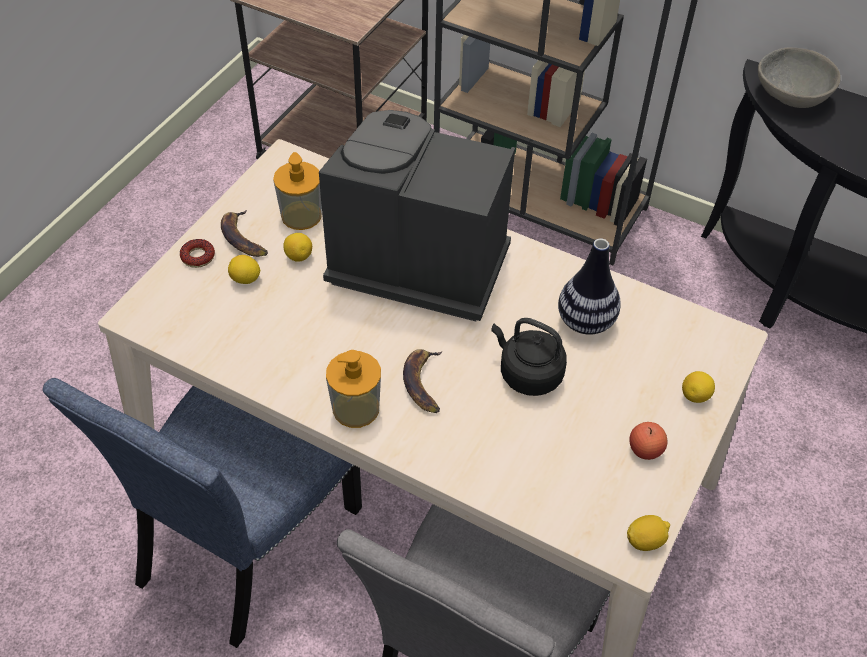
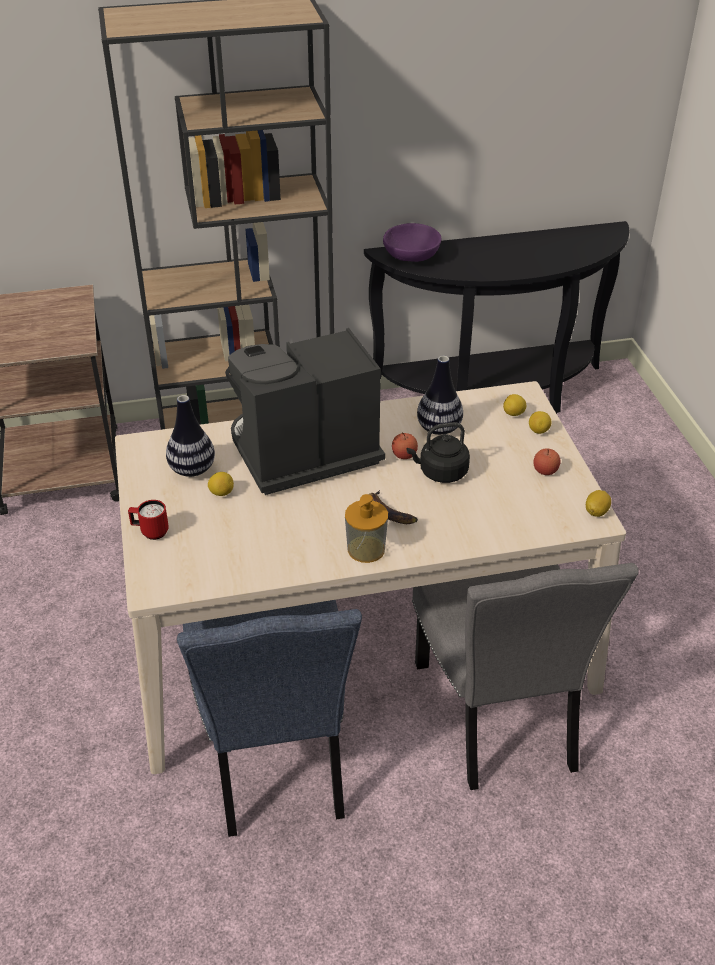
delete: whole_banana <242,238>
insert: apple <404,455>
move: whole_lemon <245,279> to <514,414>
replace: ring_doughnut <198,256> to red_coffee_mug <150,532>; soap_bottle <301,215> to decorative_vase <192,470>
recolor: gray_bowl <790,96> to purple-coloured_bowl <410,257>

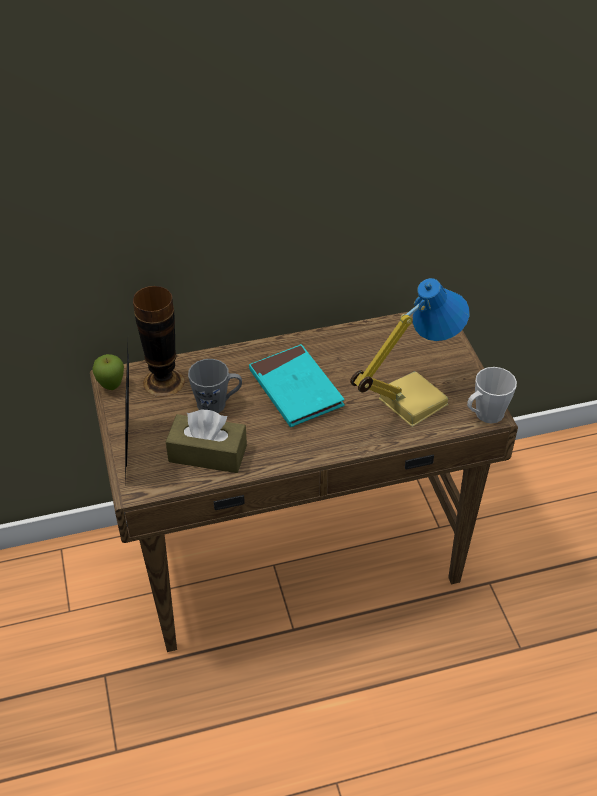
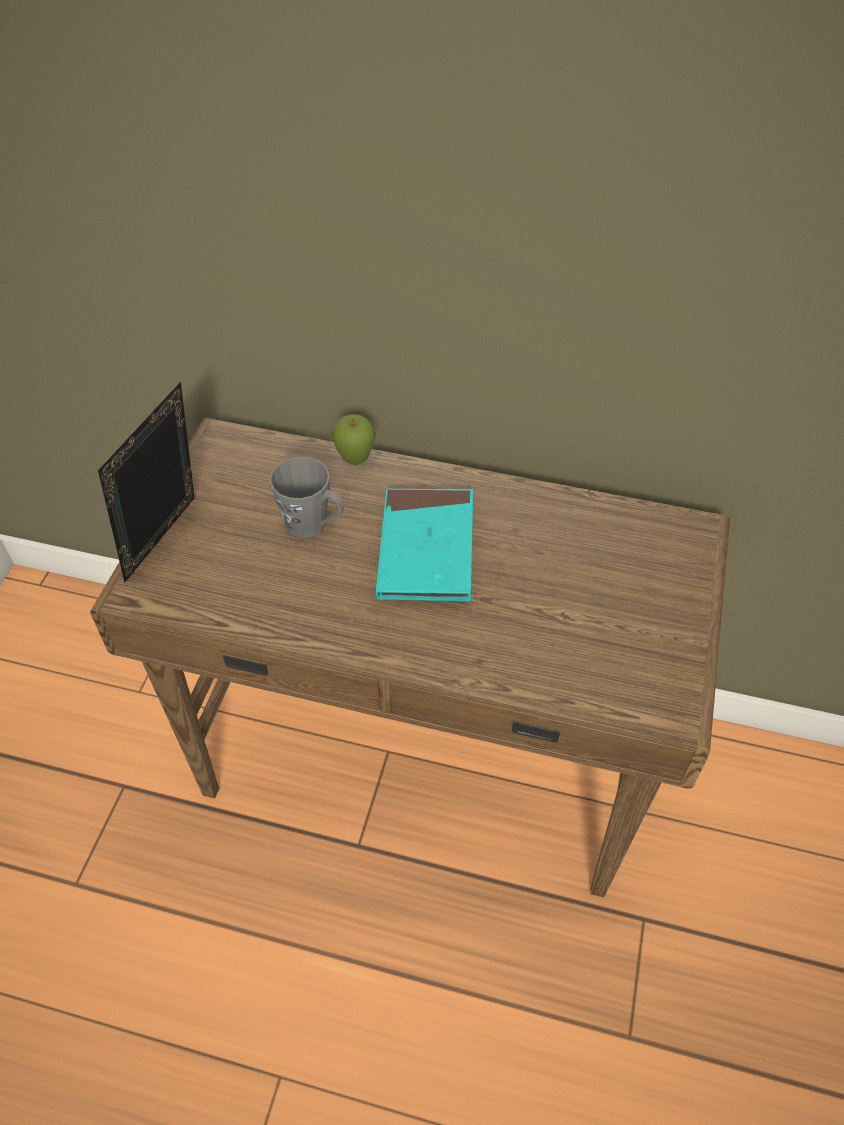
delete: decorative_vase <164,382>; brownish_tissue_box <208,453>; table_lamp <410,400>; gray_coffee_mug <485,415>
move: apple <111,387> to <355,461>

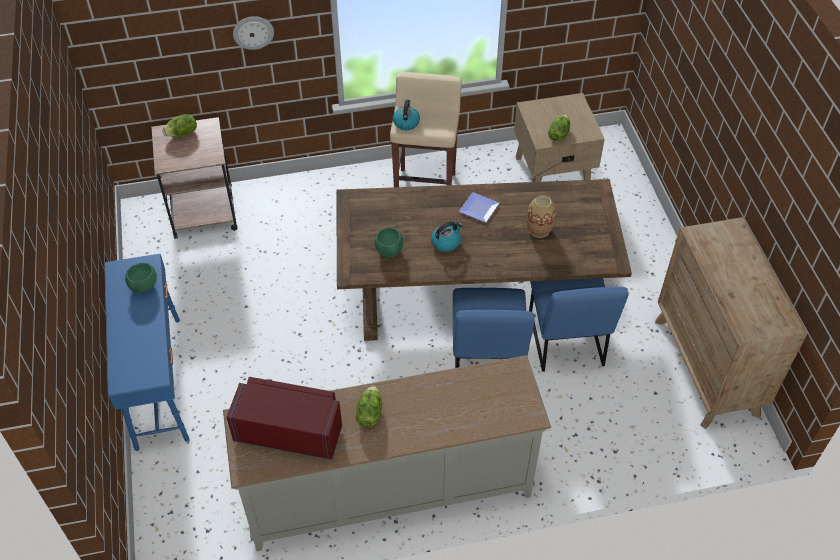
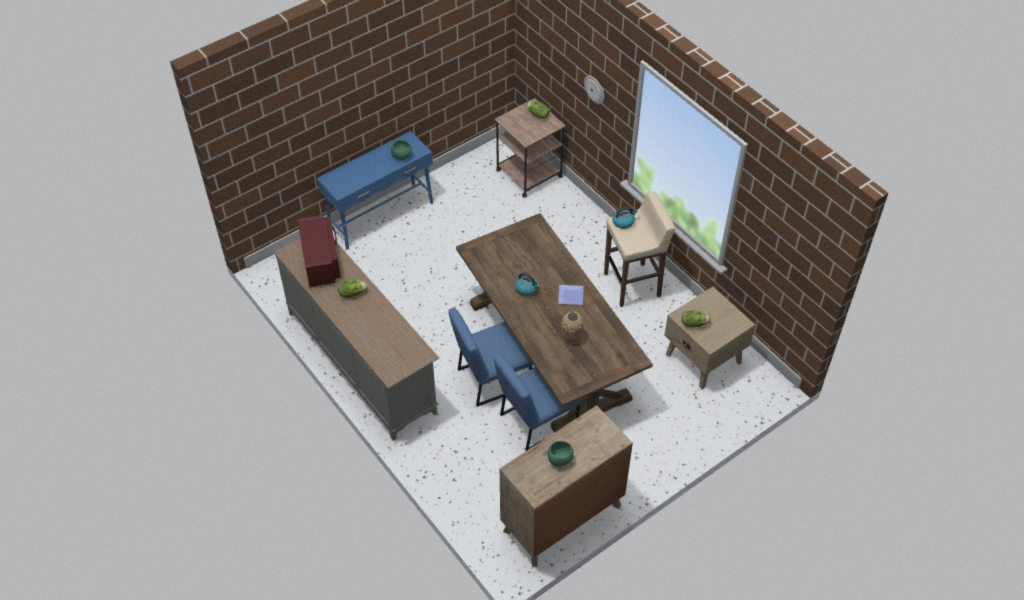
move: greenish_bowl <389,251> to <559,460>

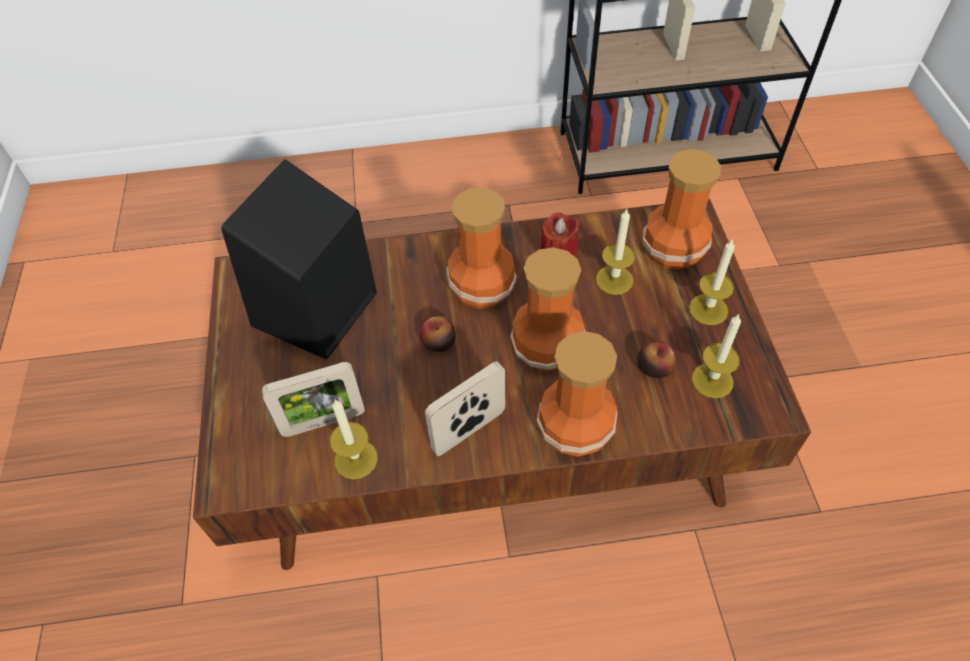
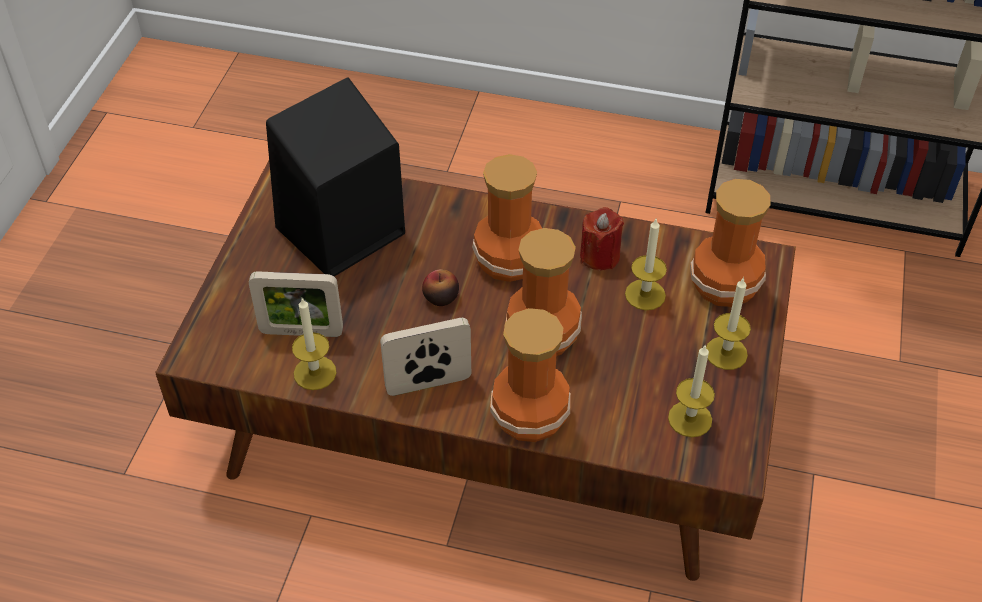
delete: apple <654,367>

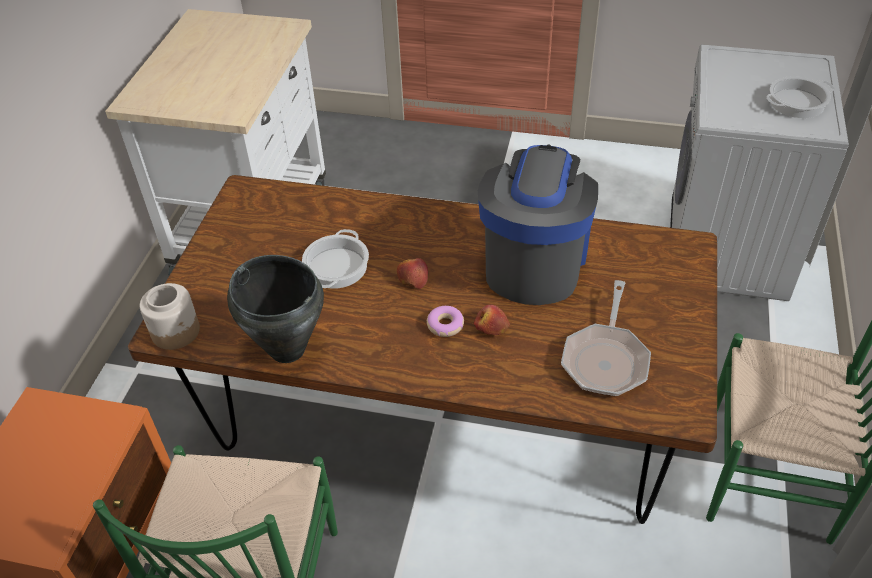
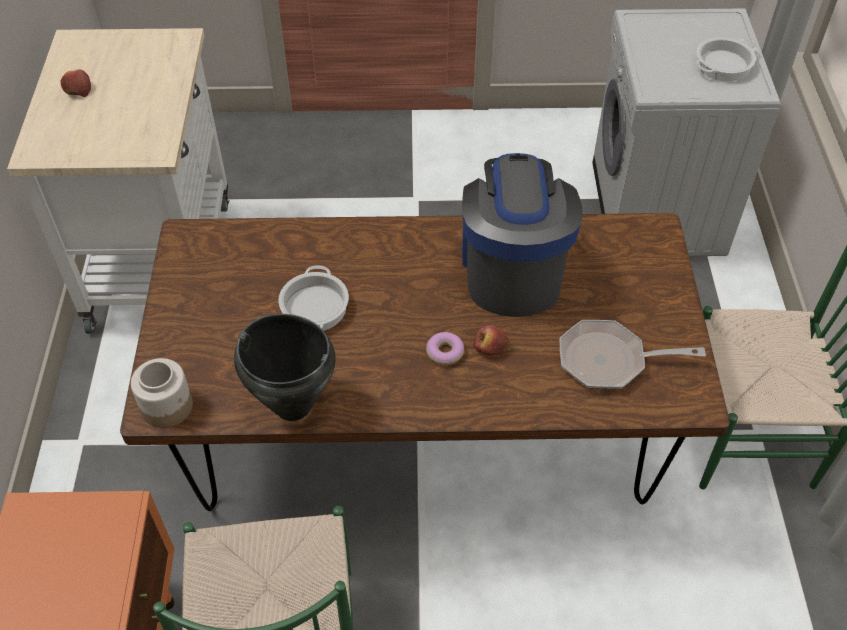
move: apple <412,278> to <77,89>
rotate: pan <606,359> = <609,361> 90 degrees clockwise

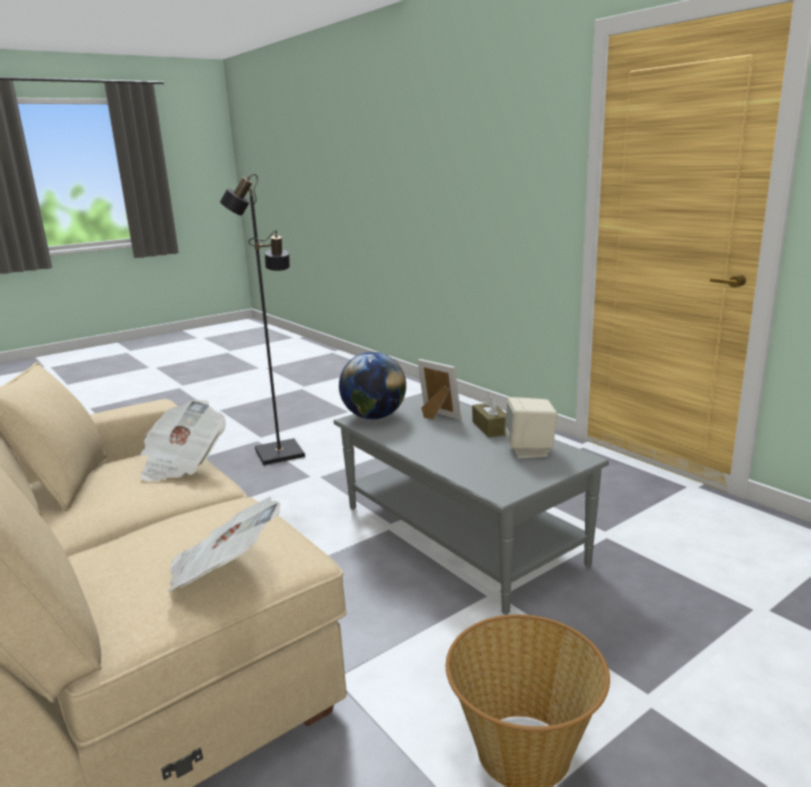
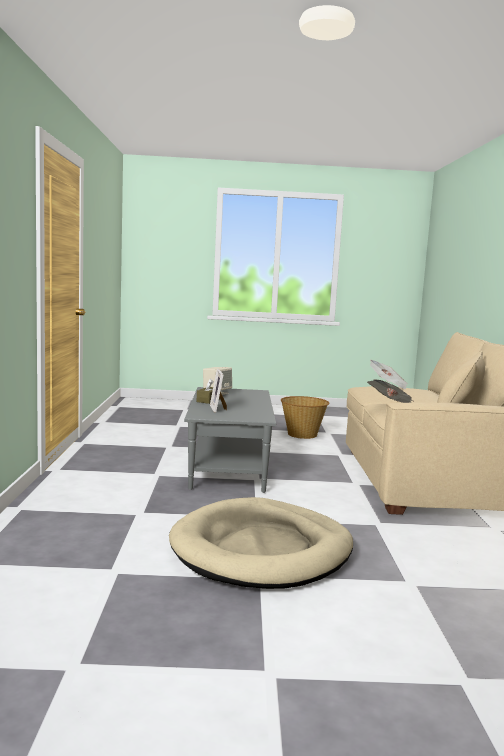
delete: globe <374,417>
replace: blackish_standard_lamp <280,453> to beige_pet_bed <262,550>

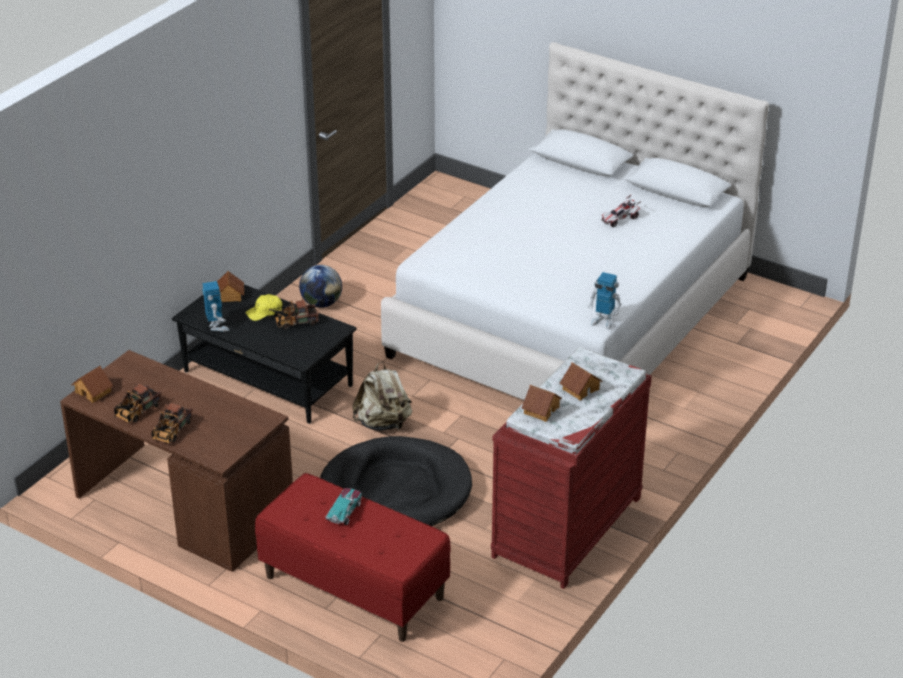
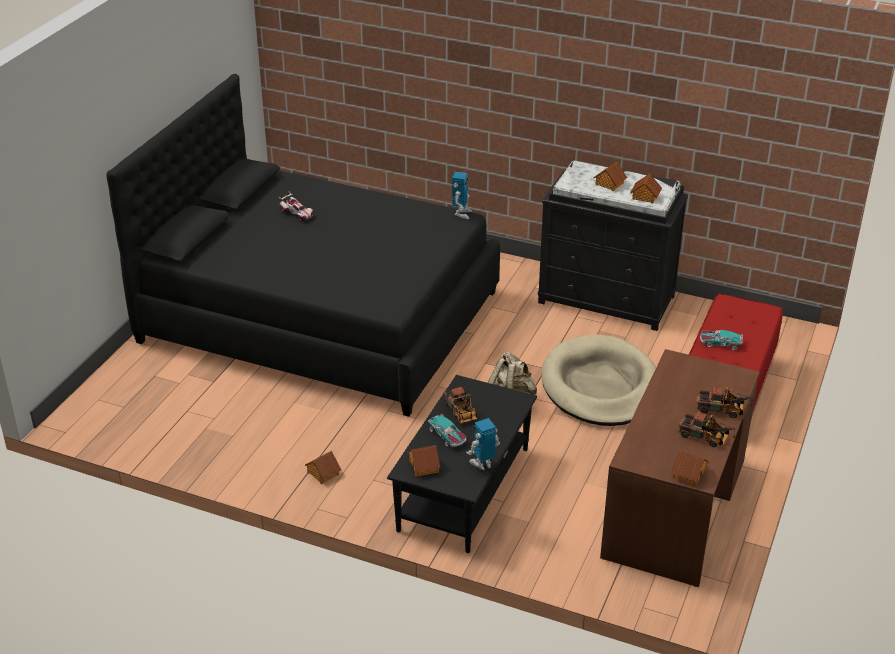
replace: yellowish_baseball_cap <264,312> to toy_car <447,436>; globe <321,304> to model_house <322,473>
recolor: blackish_pet_bed <395,491> to beige_pet_bed <600,386>; white-coloured_bedroom_bed <572,316> to blackish_bedroom_bed <320,316>; red_dresser <567,527> to blackish_dresser <607,300>

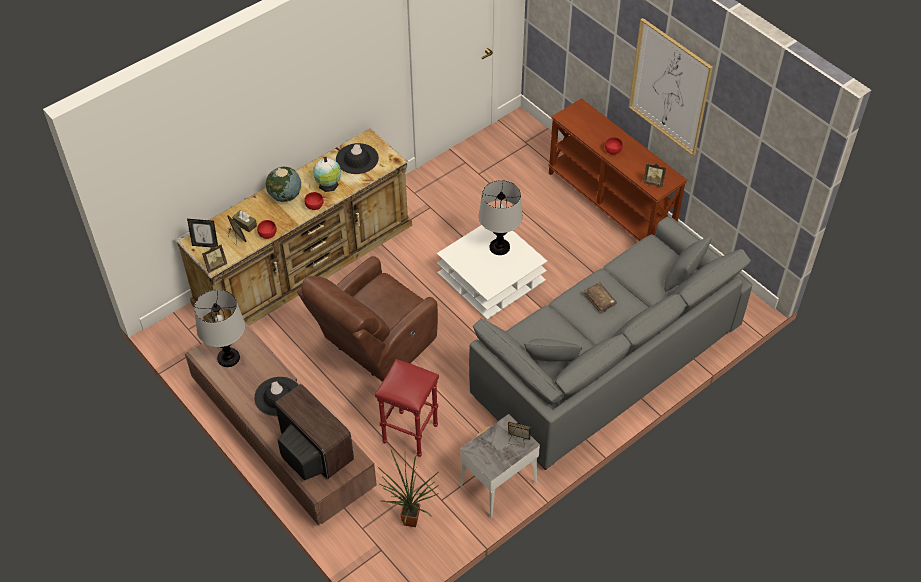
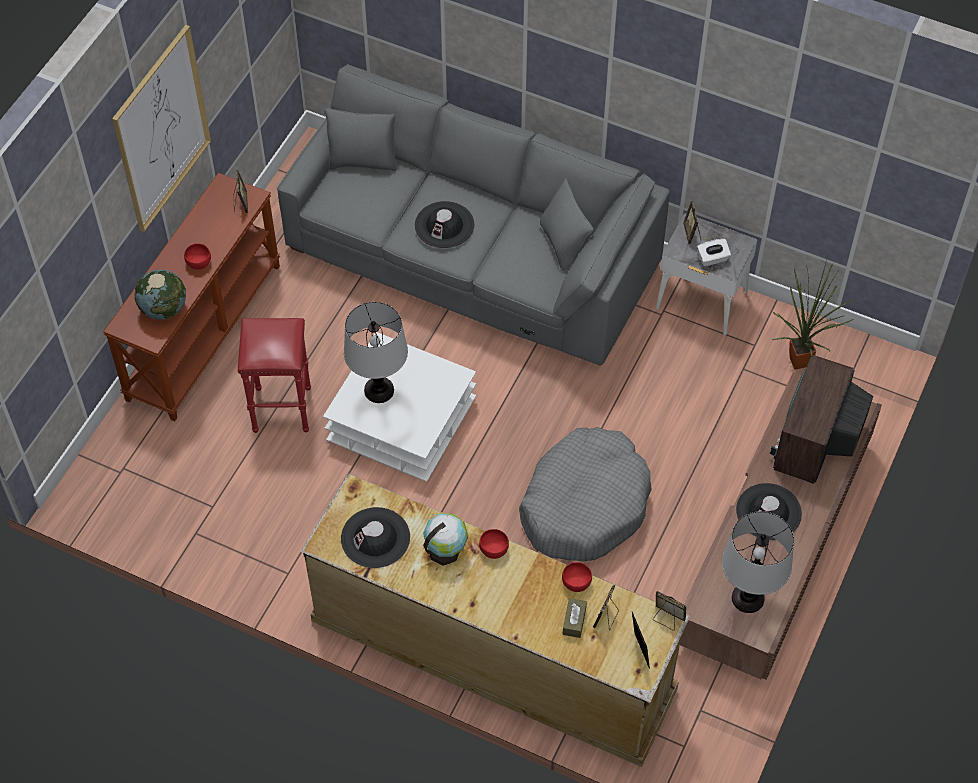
insert: white-coloured_tissue_box <712,259>
move: globe <285,196> to <164,309>; red_stool_seat <411,433> to <280,408>
replace: brownish_armchair <373,346> to gray_pet_bed <584,504>; brownish_bound_book <600,300> to blackish_wearable_hat <444,225>

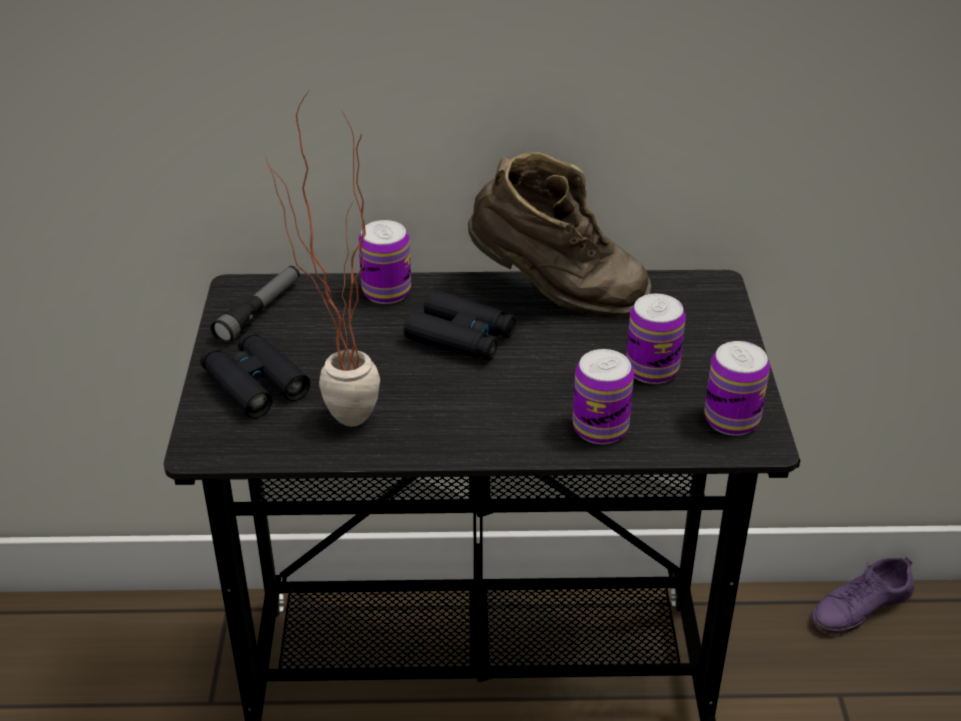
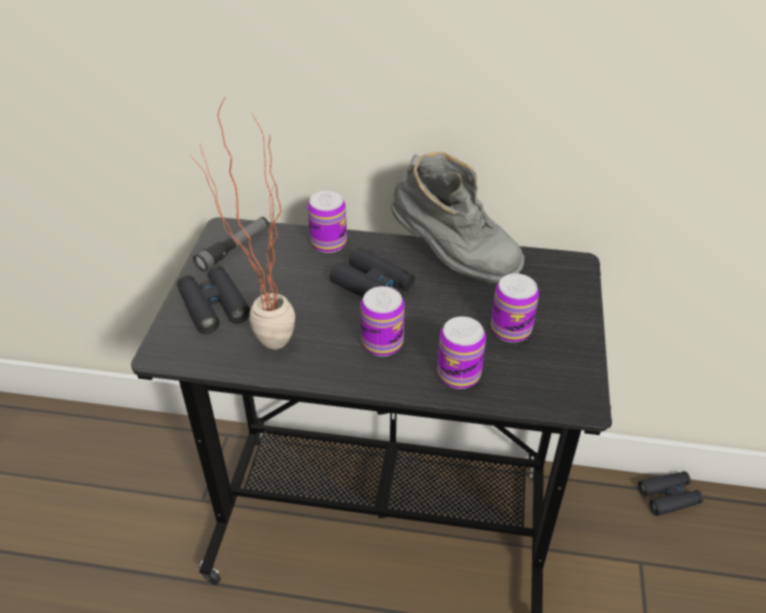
move: sealed_can <731,419> to <382,343>
replace: purple-coloured_low_shoe <860,606> to blackish_field_glasses <668,497>
recolor: brownish_tall_boot <556,295> to gray_tall_boot <452,260>

